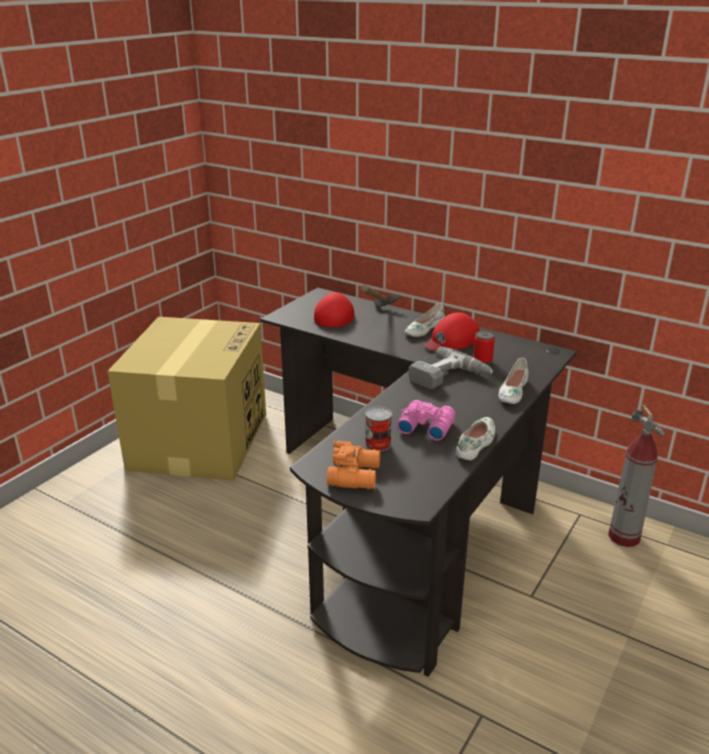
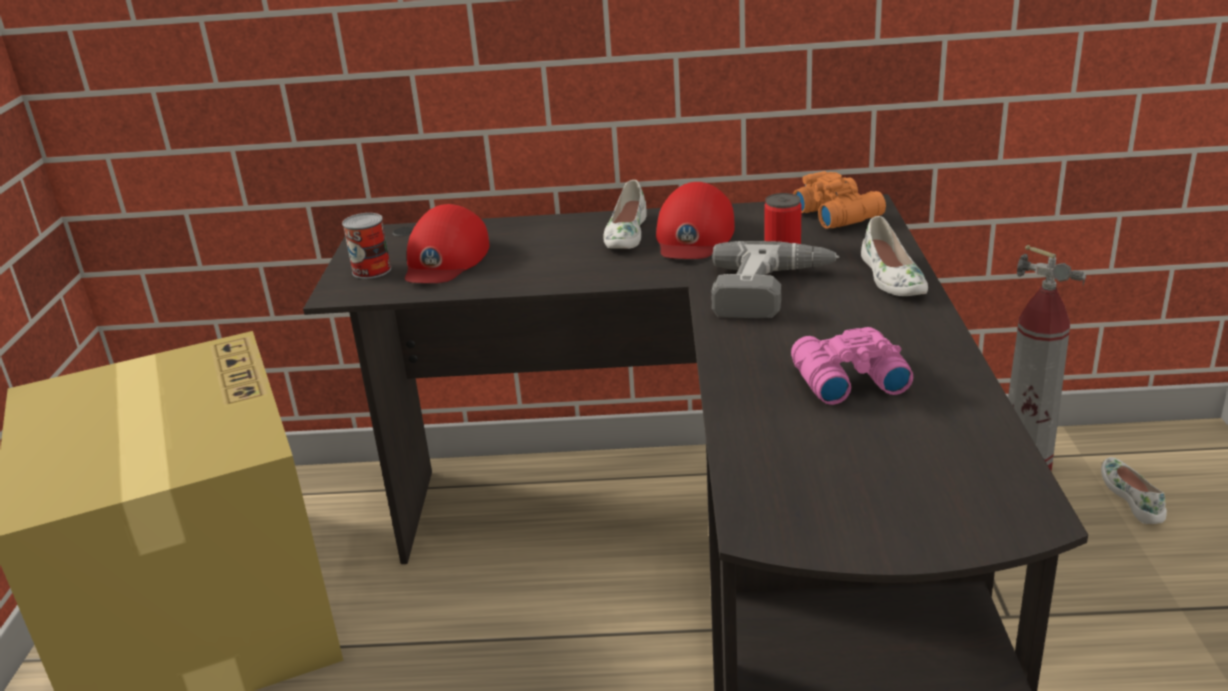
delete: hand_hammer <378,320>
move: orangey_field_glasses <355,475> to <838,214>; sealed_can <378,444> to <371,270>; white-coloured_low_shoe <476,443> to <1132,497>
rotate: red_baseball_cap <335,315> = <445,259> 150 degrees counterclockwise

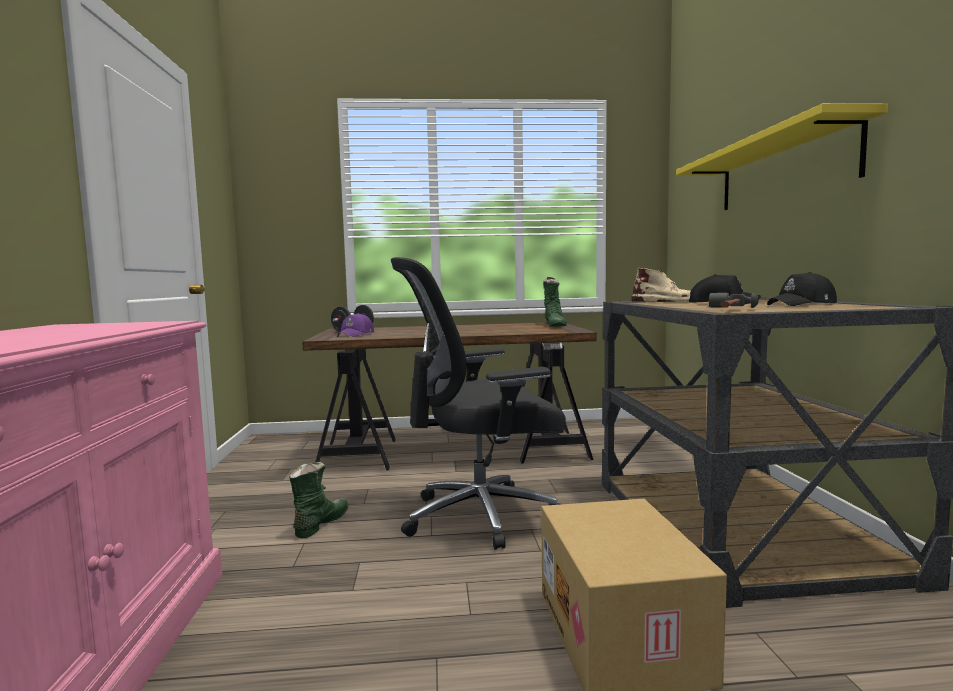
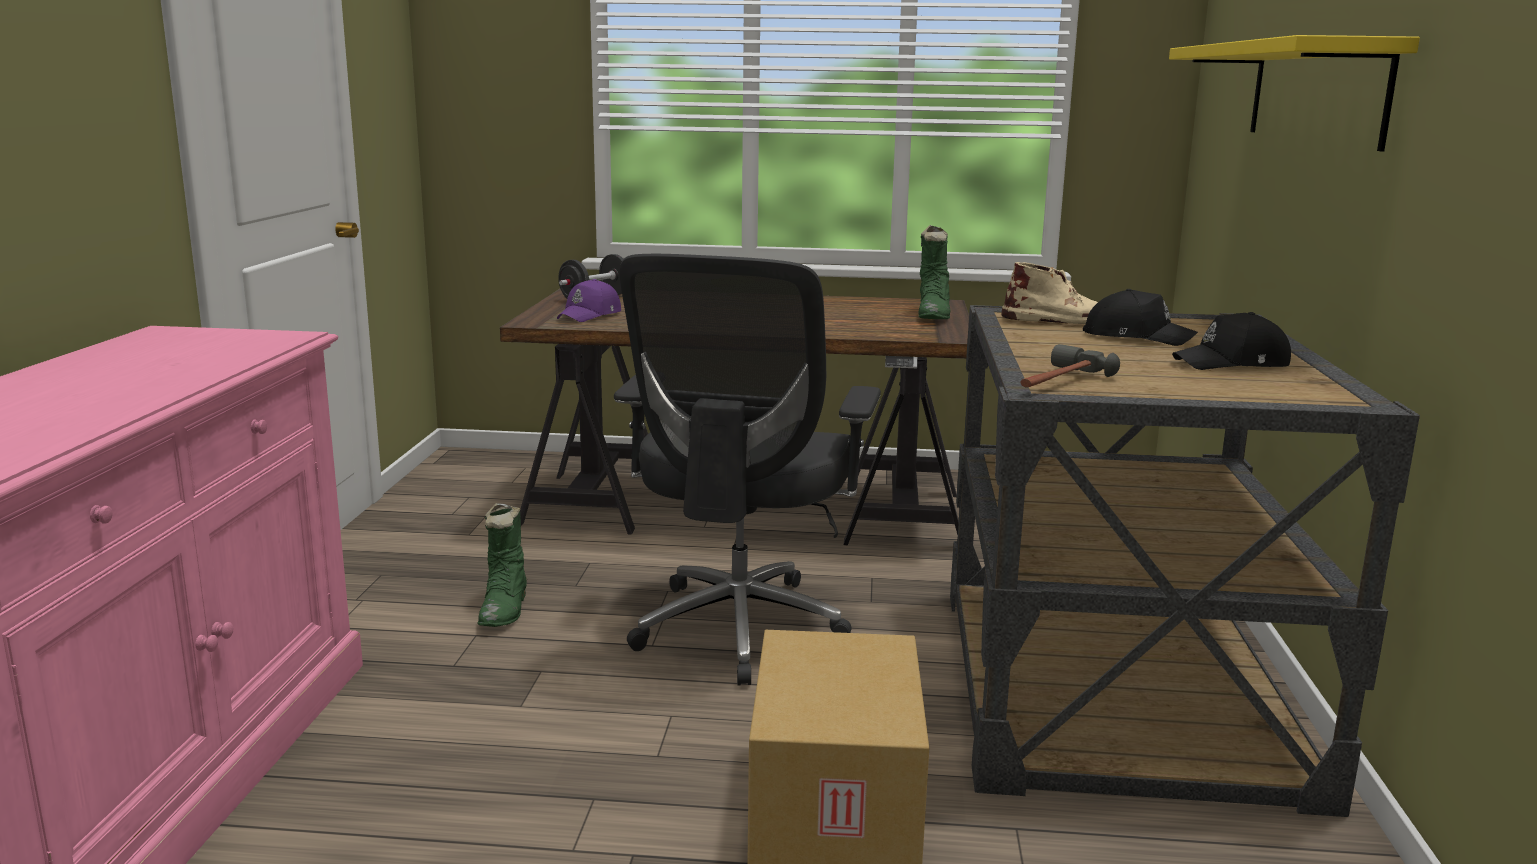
rotate: greenish_tall_boot <320,524> = <505,610> 150 degrees clockwise; desk_chair <482,515> = <739,625> 75 degrees counterclockwise

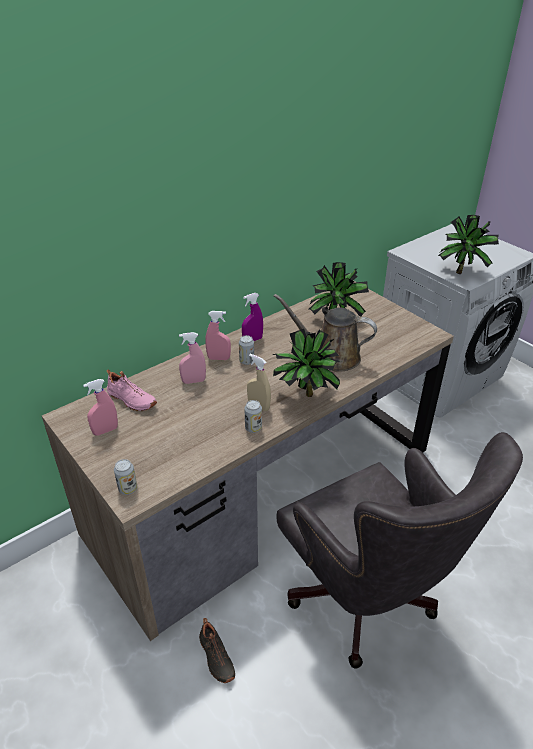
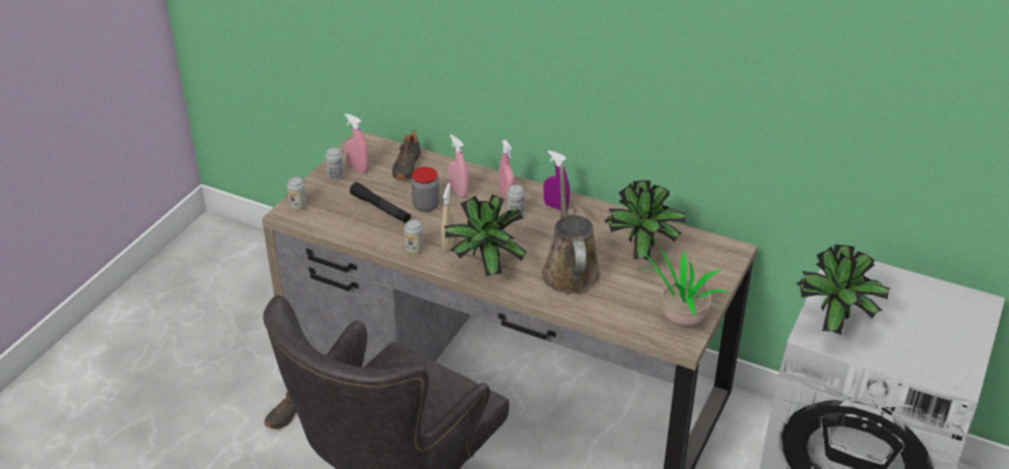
insert: sealed_can <335,176>; blackish_torch <380,208>; jar <426,205>; potted_plant <679,321>
recolor: pink_low_shoe <131,400> to blackish_low_shoe <405,167>

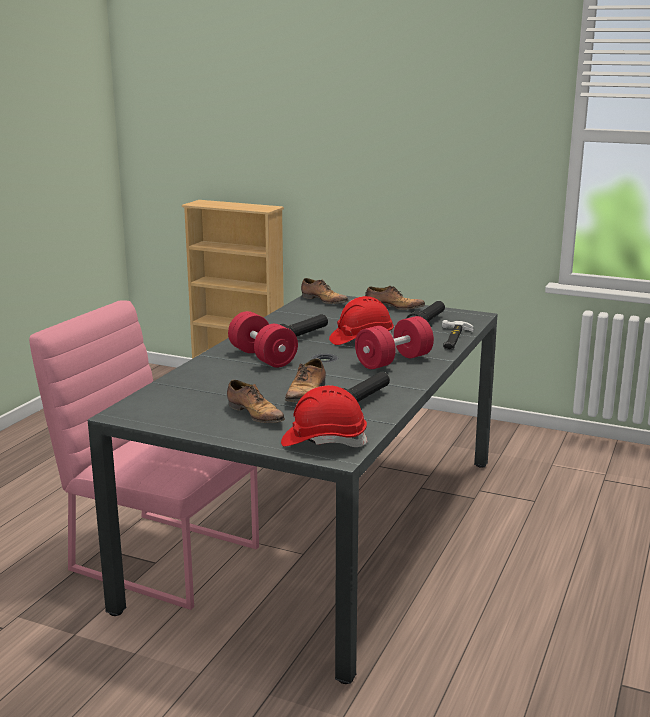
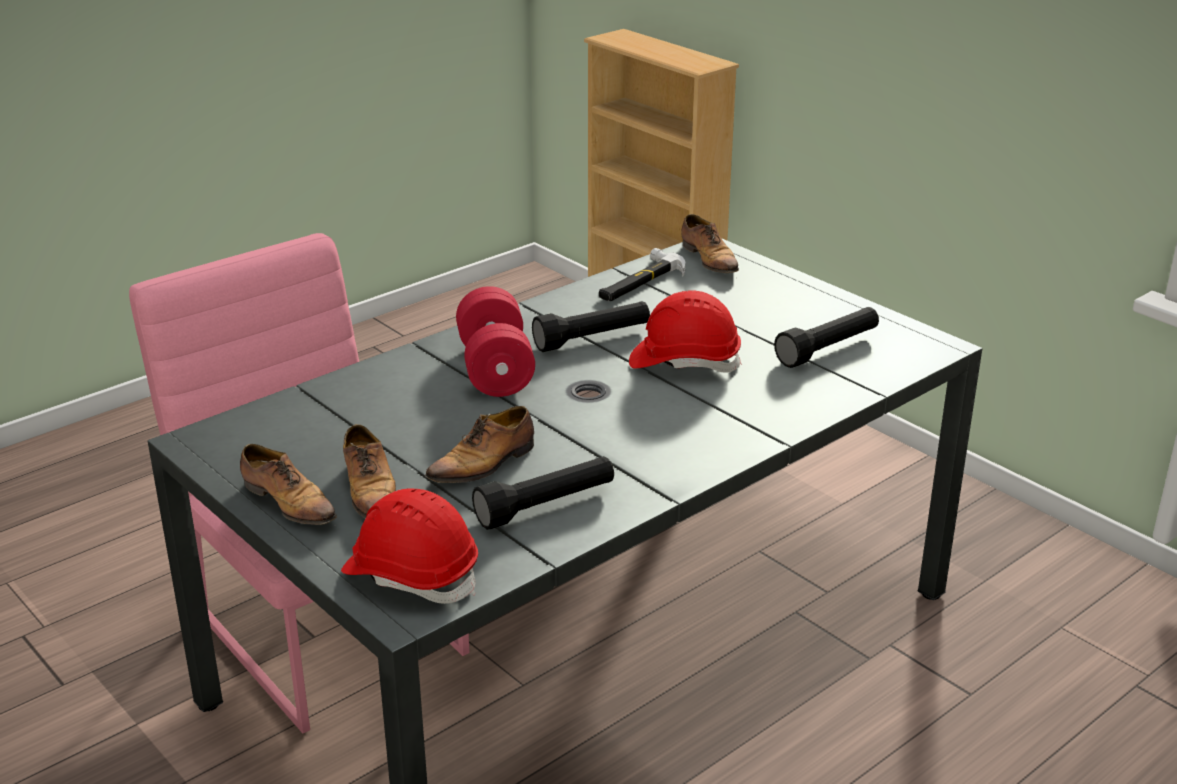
delete: red_hand_weight <393,361>
move: low_shoe <393,307> to <289,502>; hand_hammer <453,338> to <640,282>

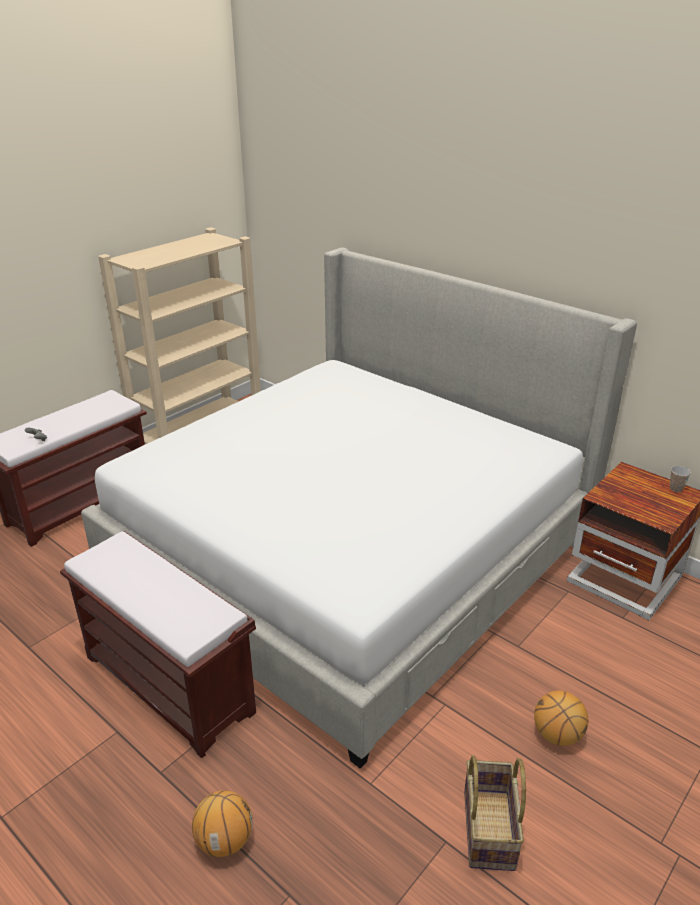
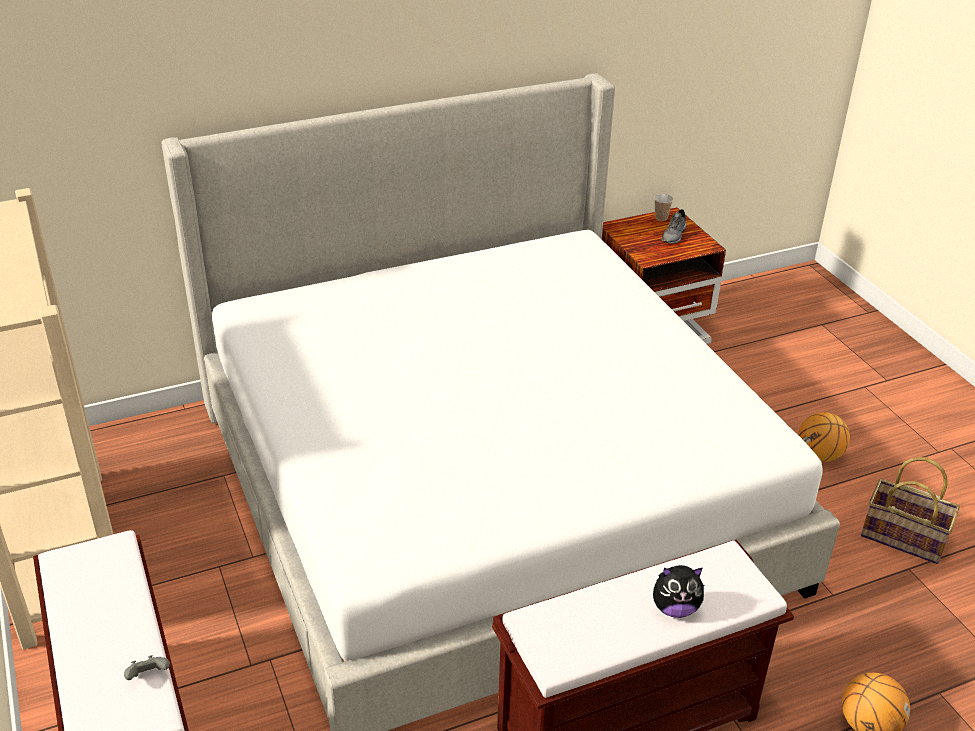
insert: cuddly_toy <675,608>; gray_low_shoe <674,235>

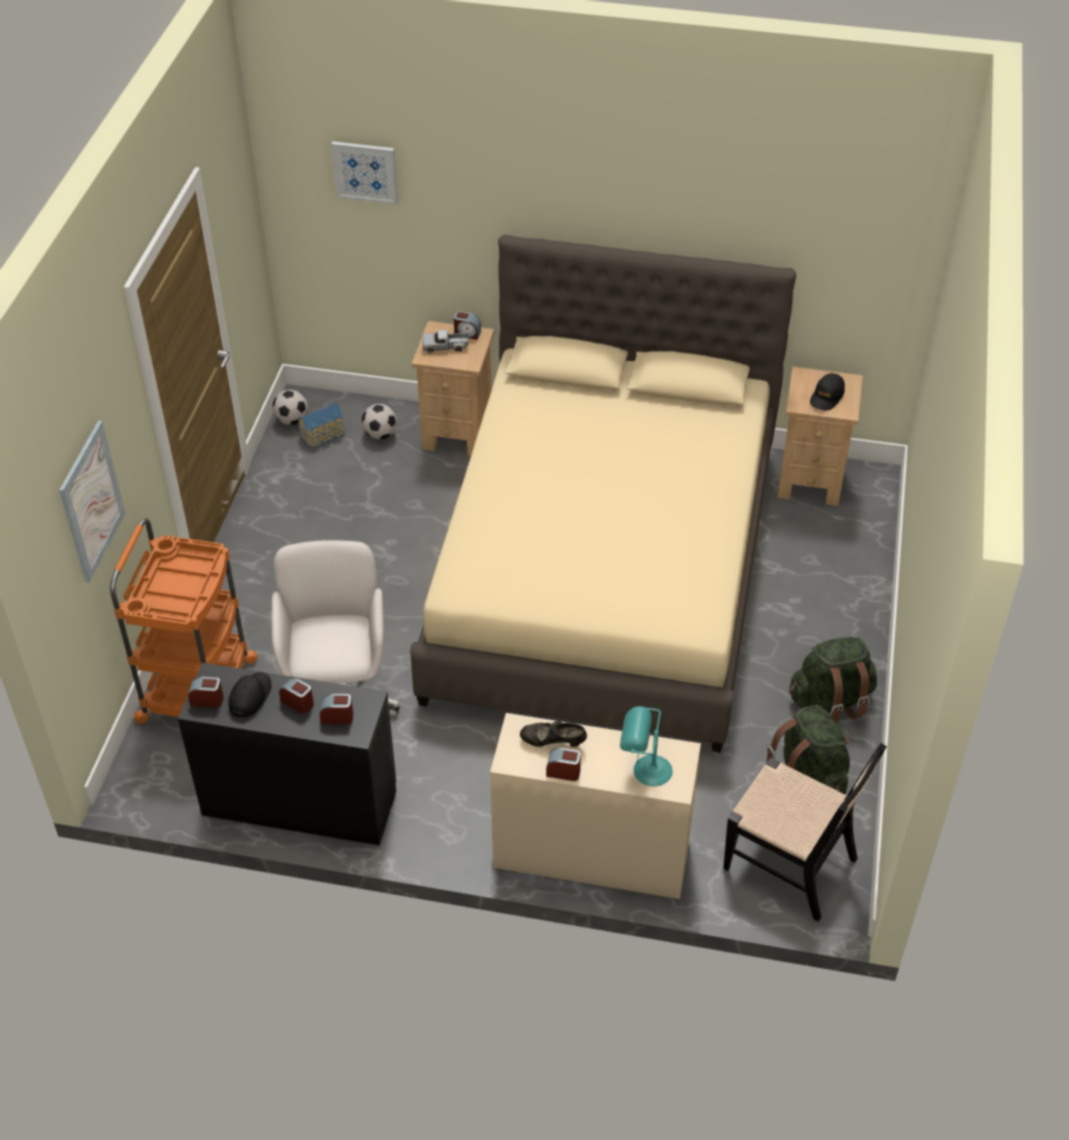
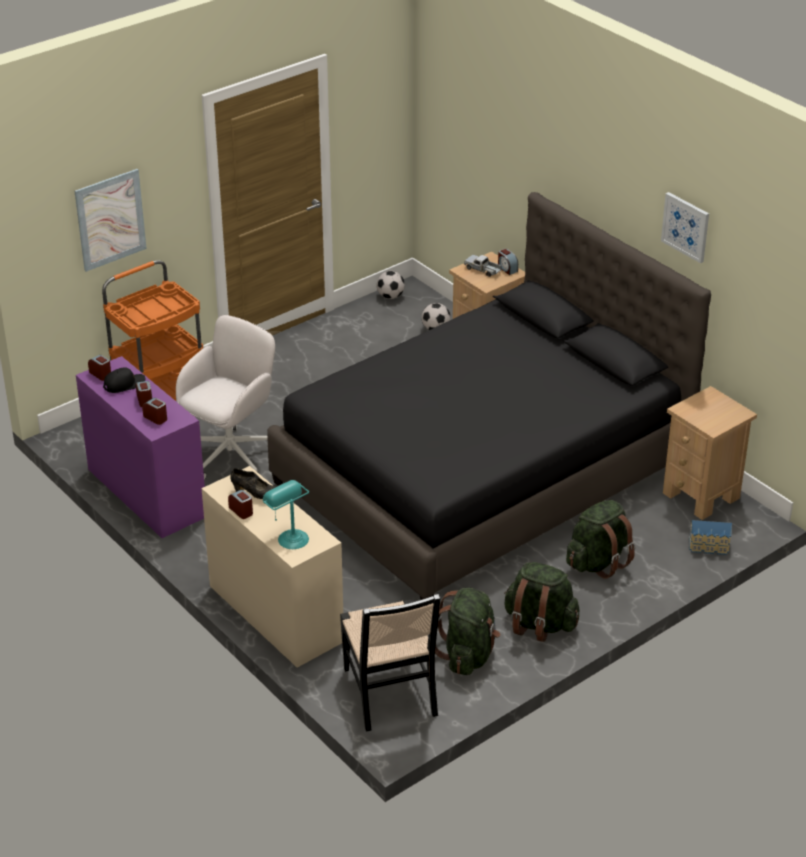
delete: blackish_baseball_cap <827,397>
insert: greenish_rucksack <598,562>
move: model_house <324,435> to <709,546>; picture <365,172> to <686,226>
recolor: blackish_desk_unit <299,802> to purple-coloured_desk_unit <146,493>; beige_bedroom_bed <605,570> to blackish_bedroom_bed <483,473>
rotate: blackish_low_shoe <553,743> = <255,494> 150 degrees clockwise

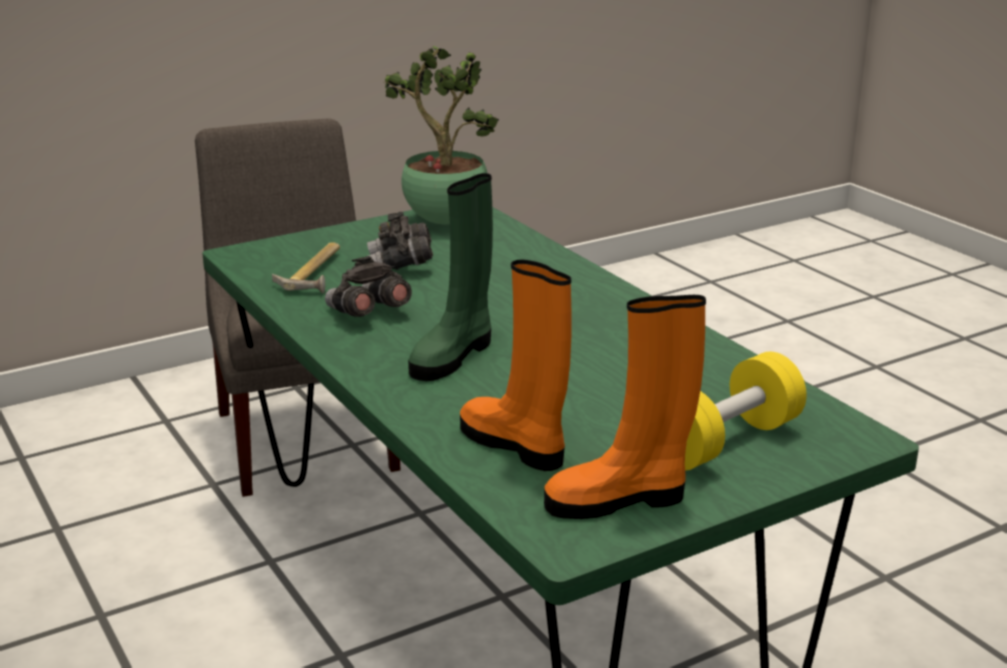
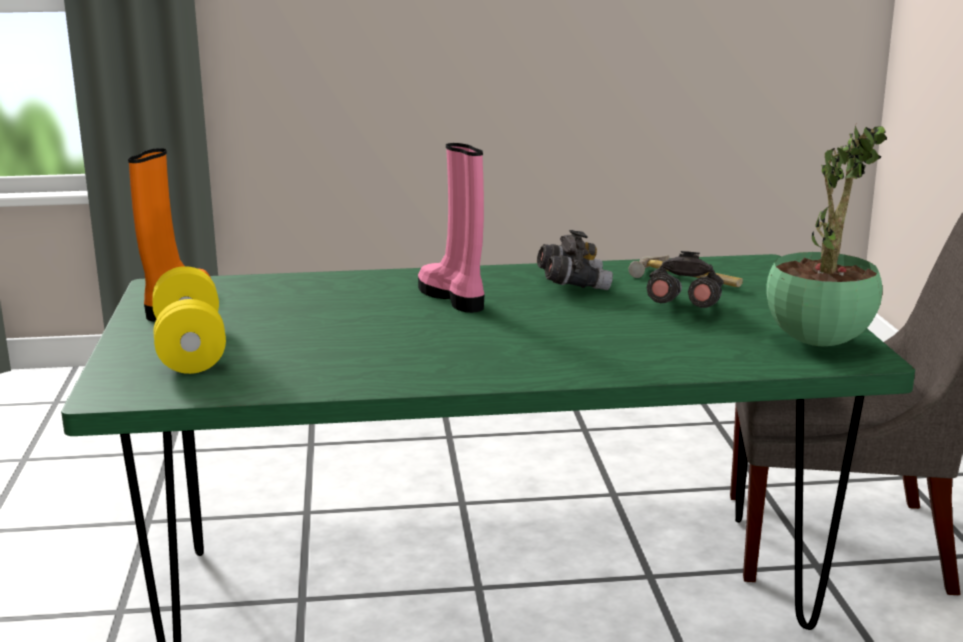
delete: orangey_tall_boot <515,445>
recolor: greenish_tall_boot <453,356> to pink_tall_boot <453,298>

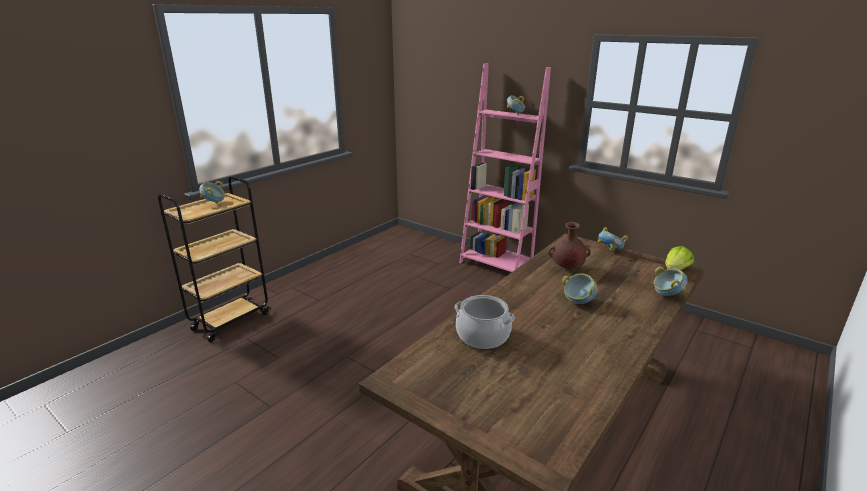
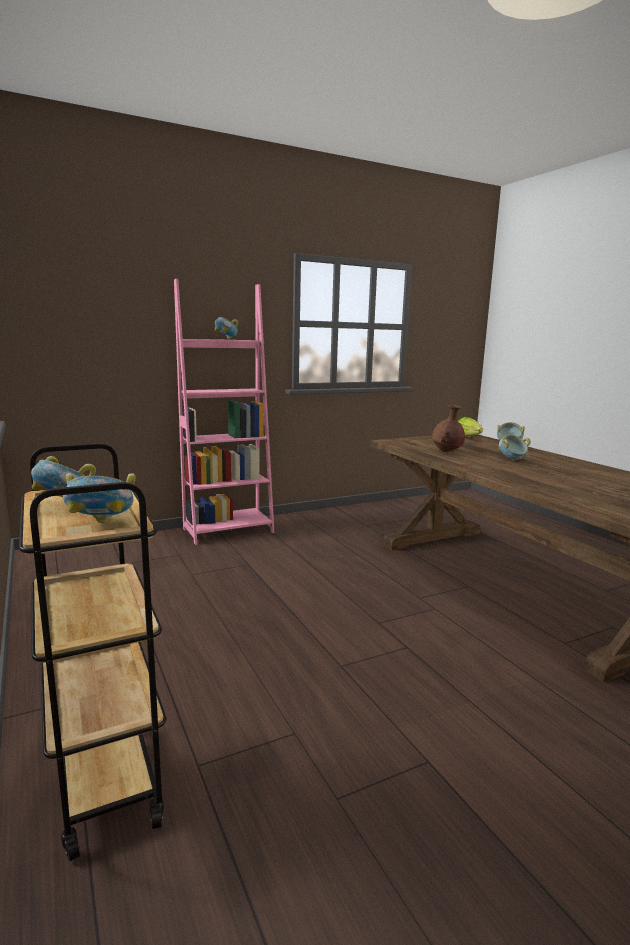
delete: stockpot <483,335>
move: bowl <609,251> to <102,525>

